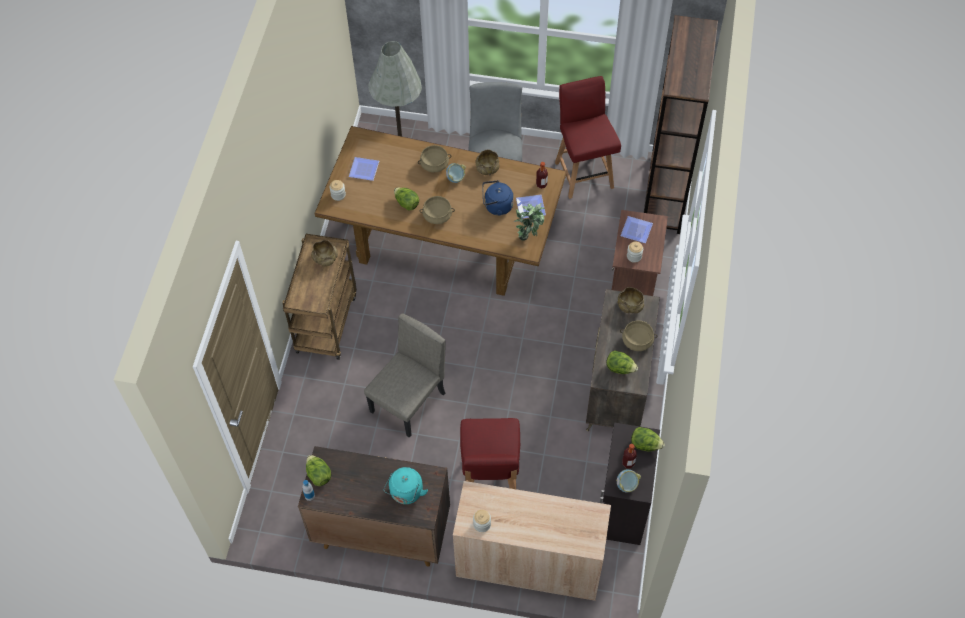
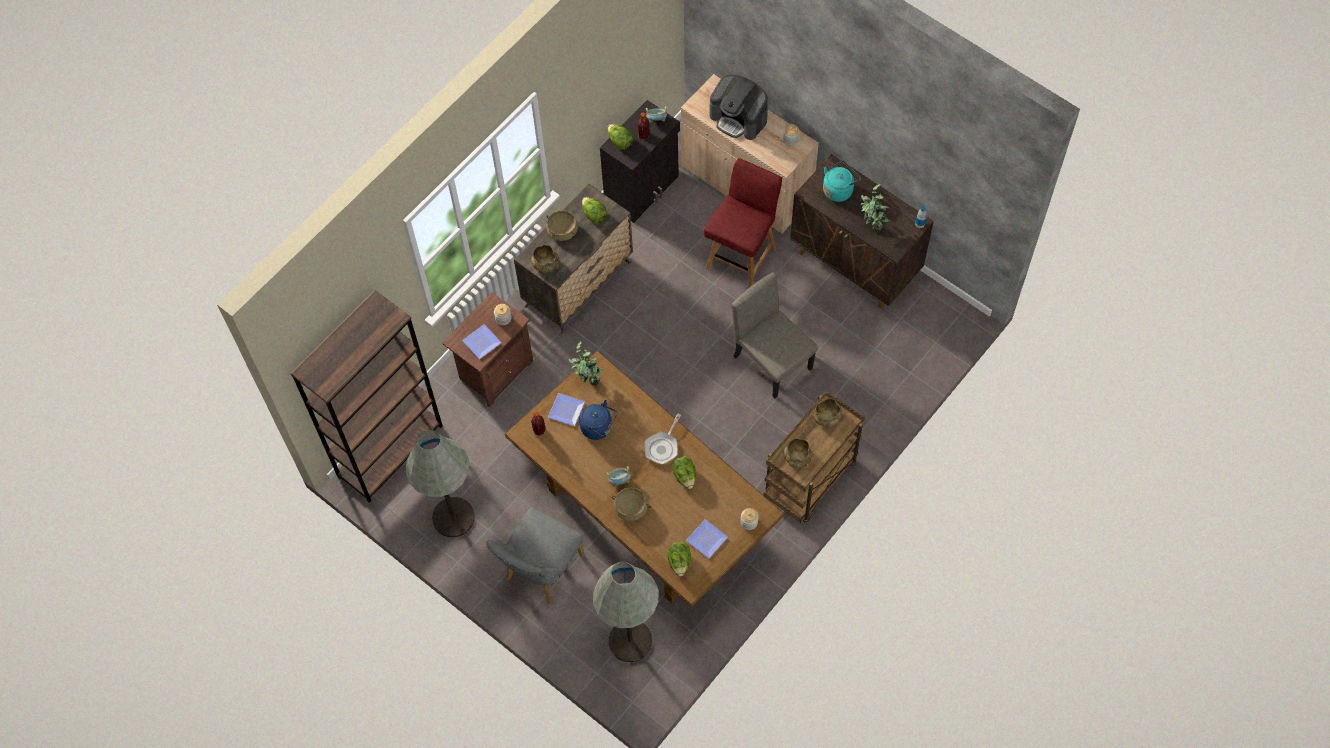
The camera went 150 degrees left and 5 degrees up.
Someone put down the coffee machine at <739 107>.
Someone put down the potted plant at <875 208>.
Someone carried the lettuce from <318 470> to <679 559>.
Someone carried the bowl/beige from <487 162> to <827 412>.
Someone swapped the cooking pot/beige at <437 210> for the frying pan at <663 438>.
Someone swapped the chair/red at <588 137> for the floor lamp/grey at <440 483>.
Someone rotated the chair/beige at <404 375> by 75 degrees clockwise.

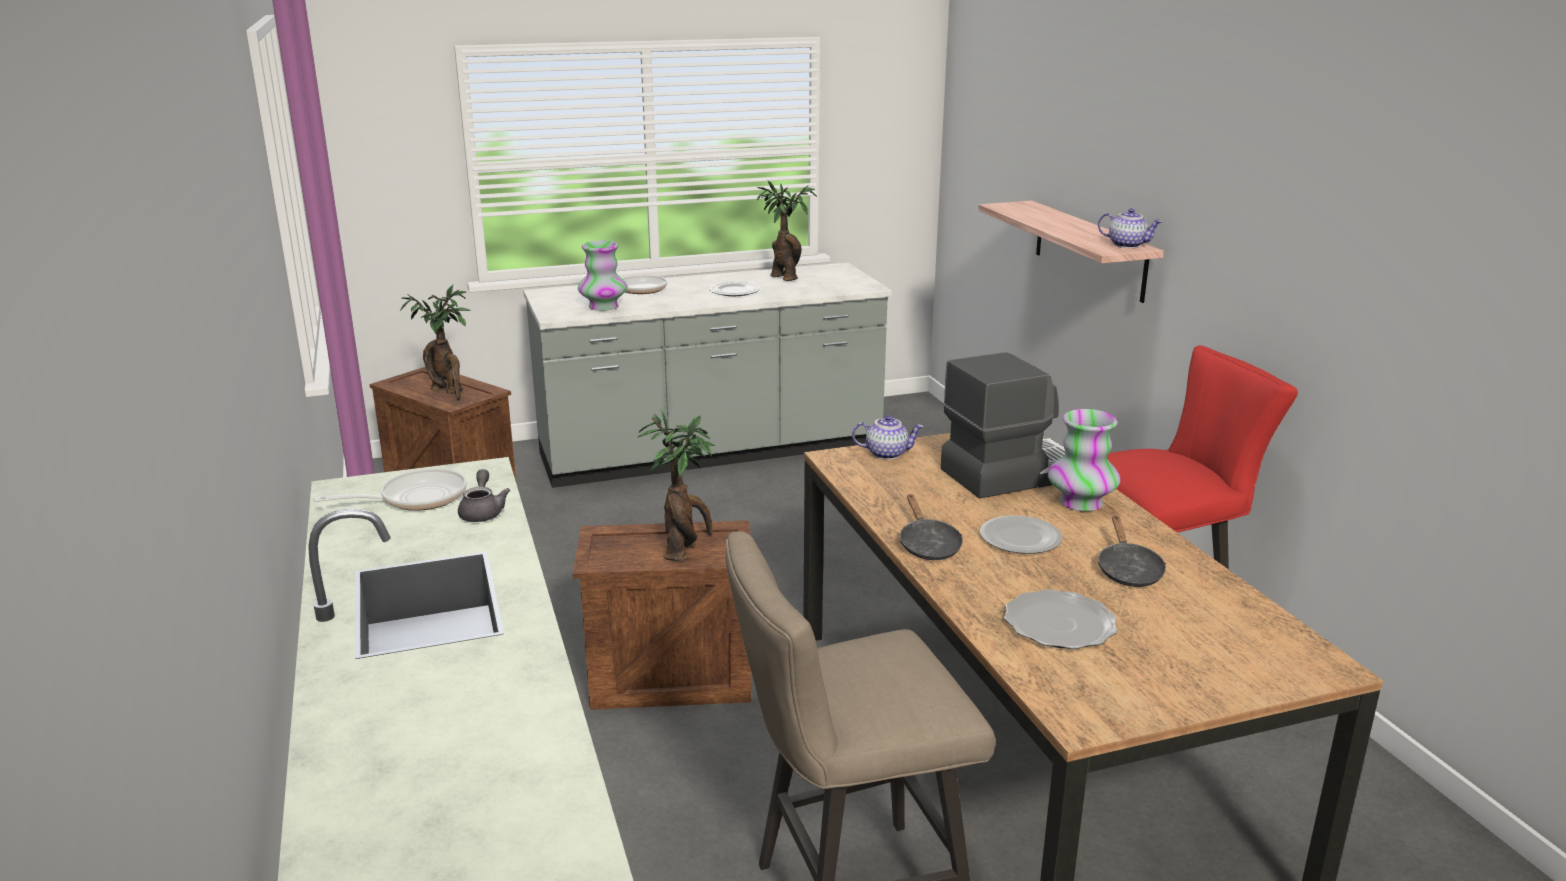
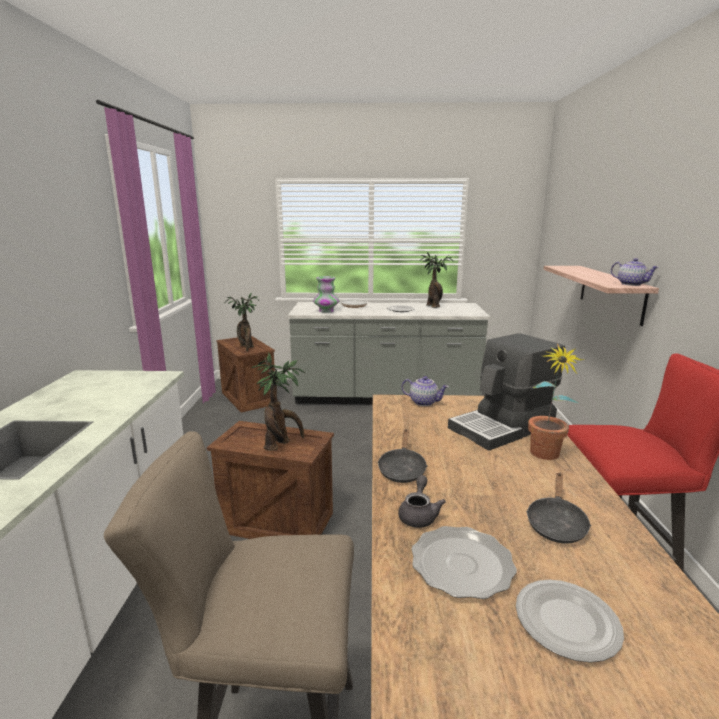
The camera went 20 degrees right and 5 degrees down.
Someone took away the frying pan at <390 489>.
Someone carried the teapot/grey from <484 495> to <422 501>.
Someone carried the plate from <1021 534> to <570 621>.
Someone swapped the vase at <1084 460> for the potted plant at <557 402>.
Someone rotated the coffee machine at <1003 425> by 150 degrees clockwise.

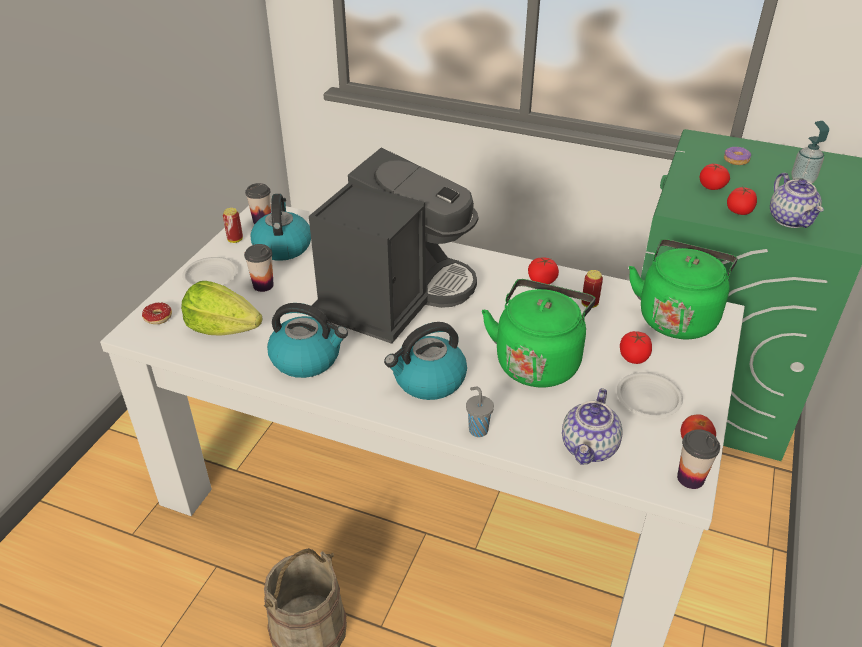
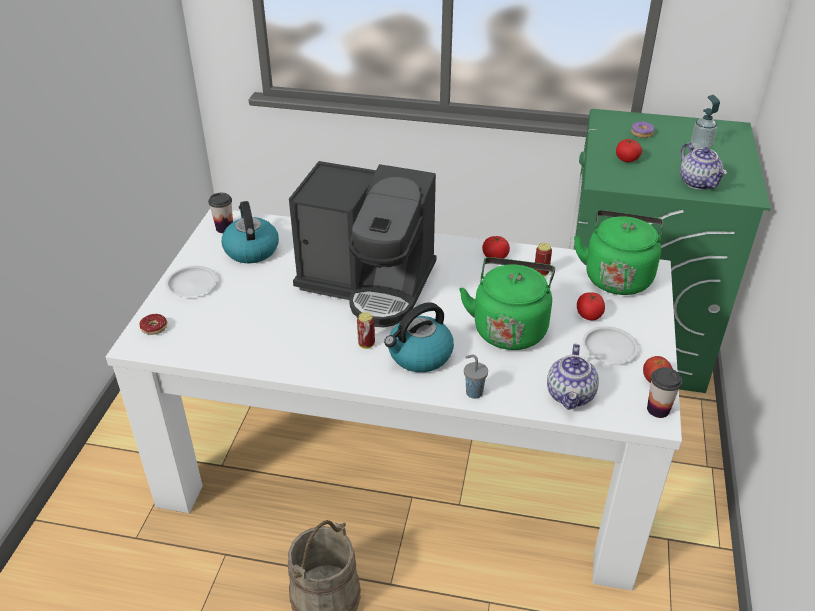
The camera went 10 degrees left and 0 degrees up.
Someone took away the lettuce at <222 308>.
Someone took away the cup at <259 268>.
Someone took away the kettle at <307 340>.
Someone took away the tomato at <742 201>.
Someone carried the can from <233 225> to <366 330>.
Someone rotated the coffee machine at <394 245> by 90 degrees clockwise.

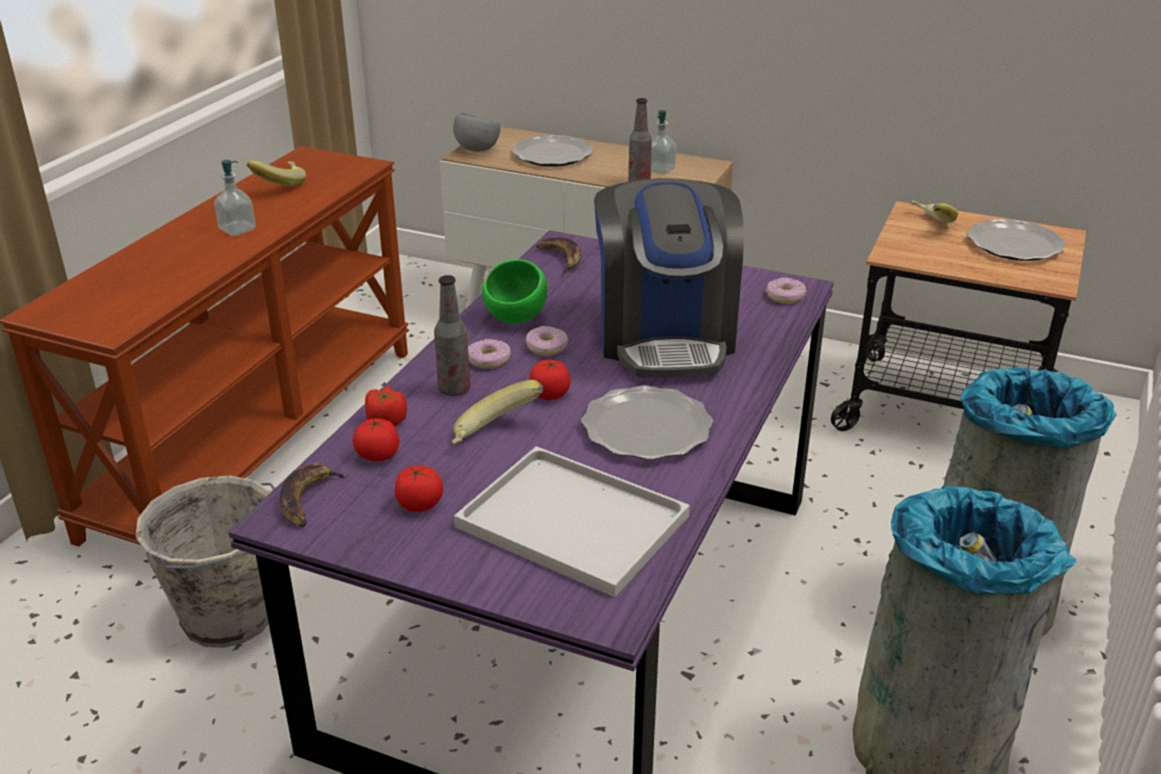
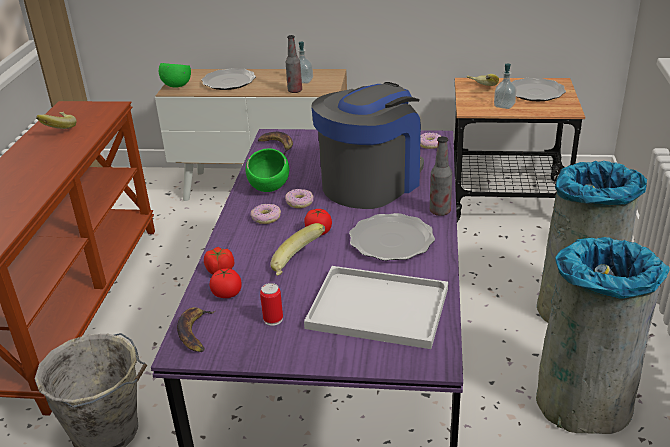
The camera went 15 degrees left and 0 degrees up.
Someone carried the soap dispenser from <235 198> to <505 86>.
Someone carried the bottle from <452 335> to <441 176>.
Someone swapped the tomato at <419 489> for the can at <271 304>.
Someone repainted the bowl/grey at <476 132>, which became the bowl/green at <175 75>.
Someone rotated the coffee machine at <669 278> by 120 degrees counterclockwise.

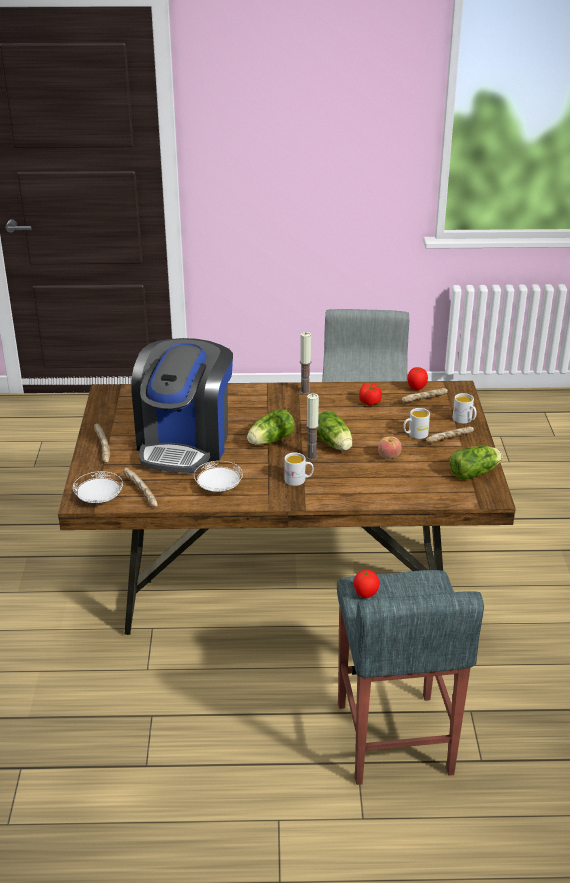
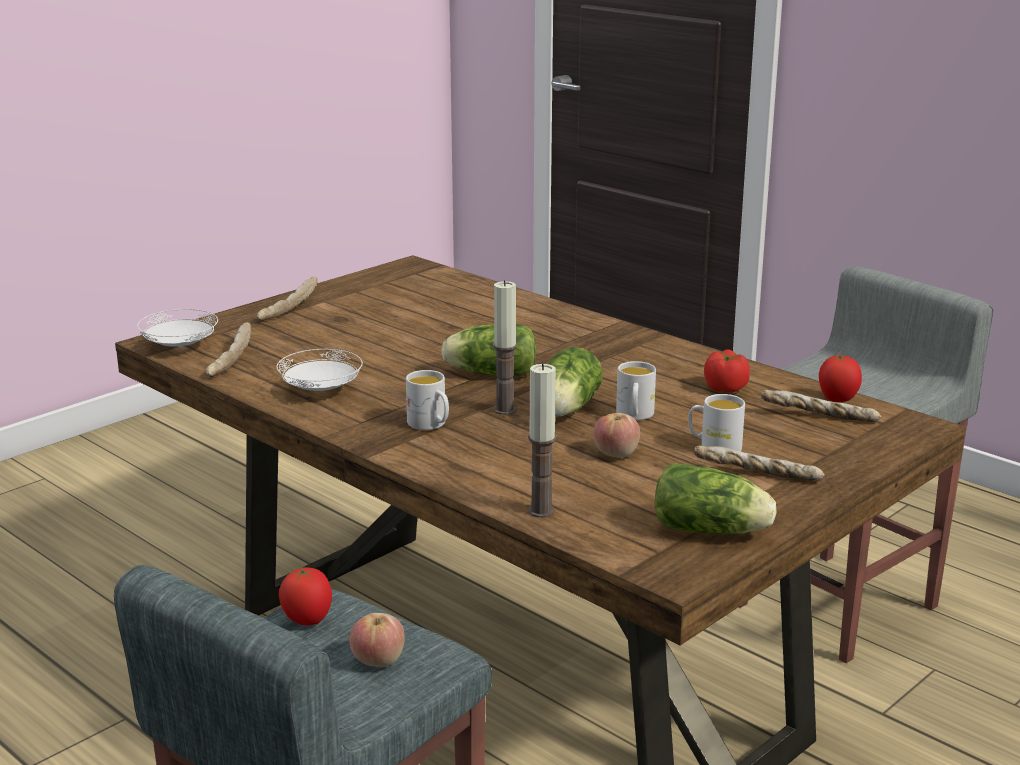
The camera went 45 degrees right and 10 degrees down.
Someone took away the coffee machine at <182 405>.
Someone put down the apple at <377 640>.
Someone carried the candle from <305 363> to <542 440>.
Someone carried the mug/white from <465 408> to <636 390>.

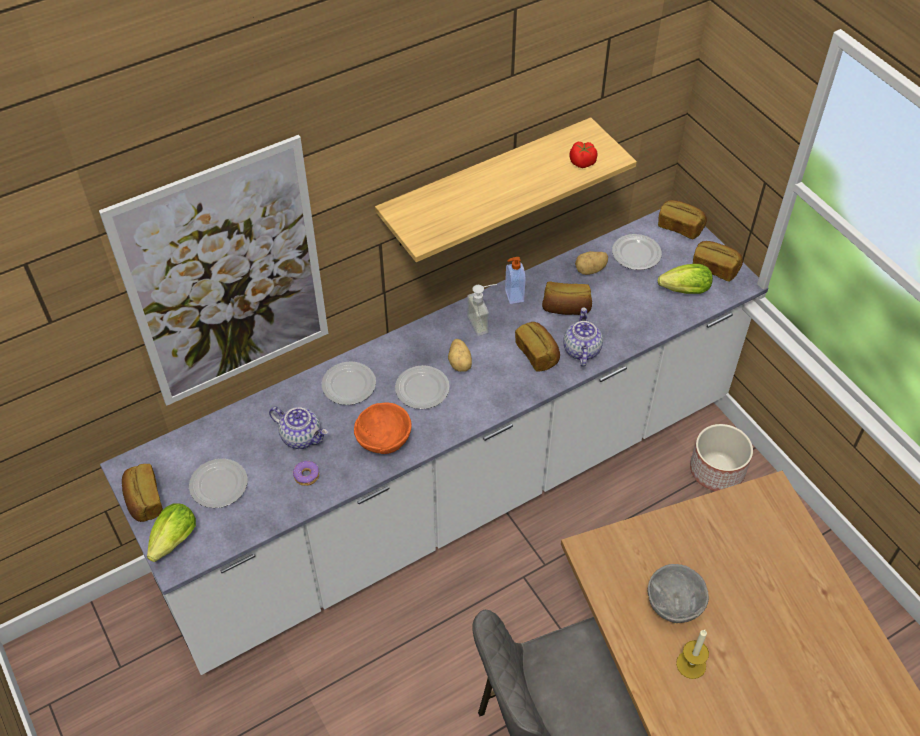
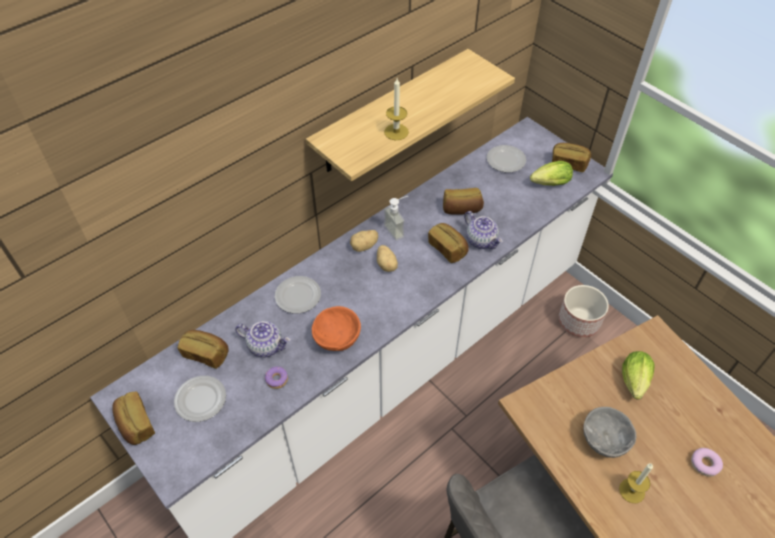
The camera went 10 degrees left and 0 degrees up.
Someone took away the picture at <214 270>.
Someone took away the plate at <422 387>.
Someone took away the soap dispenser at <515 280>.
Someone took away the tomato at <583 155>.
Someone put down the candle at <396 109>.
Someone put down the donut at <707 462>.
Someone carried the lettuce from <171 532> to <638 375>.
Someone carried the potato from <591 263> to <364 241>.
Someone carried the bread from <682 219> to <203 349>.
Someone rotated the teapot at <583 337> by 150 degrees clockwise.

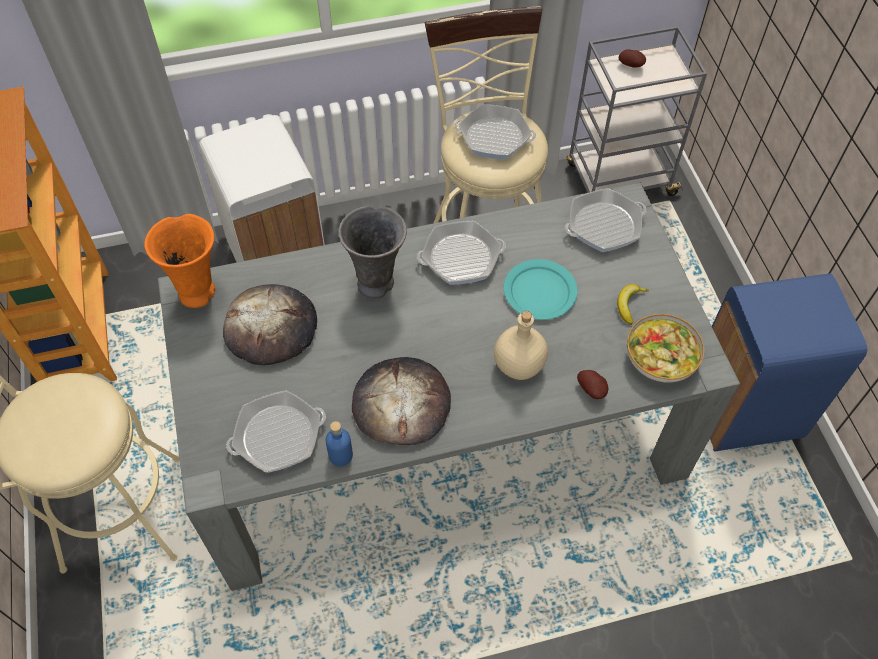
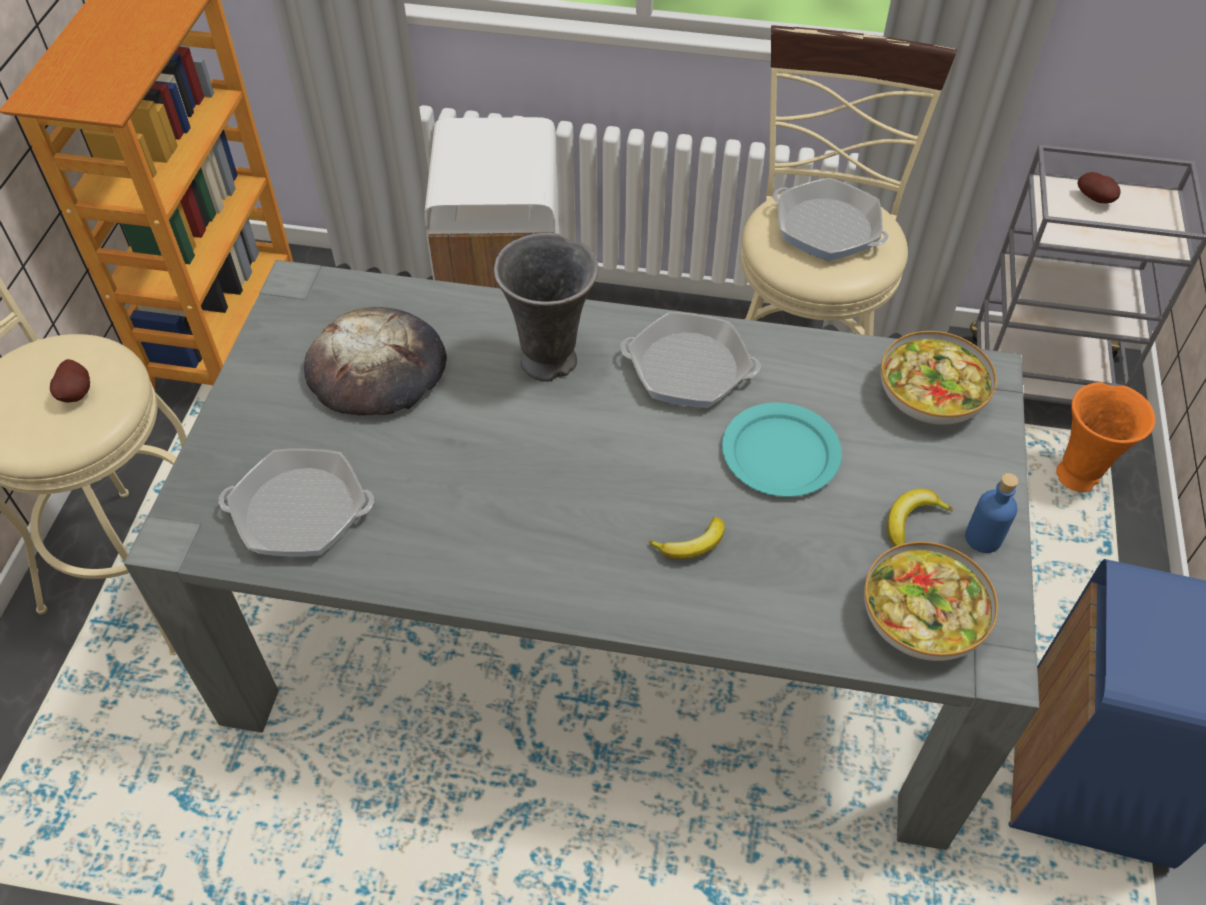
The camera went 25 degrees right and 5 degrees down.
Someone took away the bread at <401 401>.
Someone carried the vase/orange from <179 261> to <1105 437>.
Someone carried the bottle/blue from <339 444> to <992 513>.
Someone carried the potato from <592 384> to <70 381>.
Someone swapped the bottle/beige at <521 345> for the banana at <686 538>.
Someone swapped the frying pan at <606 220> for the bowl at <939 378>.

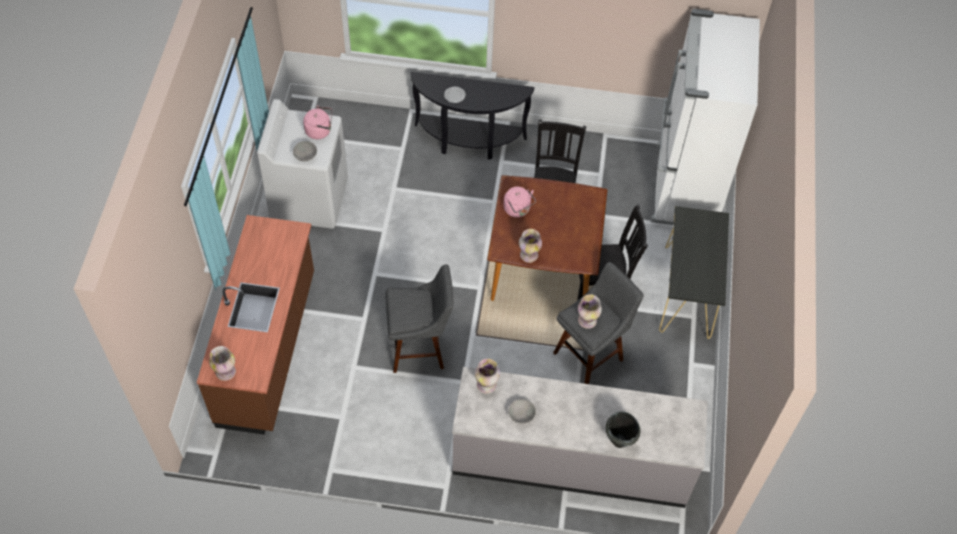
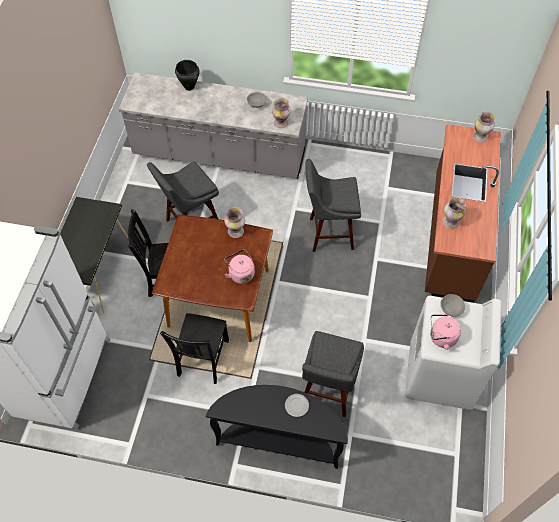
The camera went 175 degrees left and 0 degrees up.
Someone put down the stool/grey at <333 374>.
Someone carried the vase from <590 311> to <454 213>.

